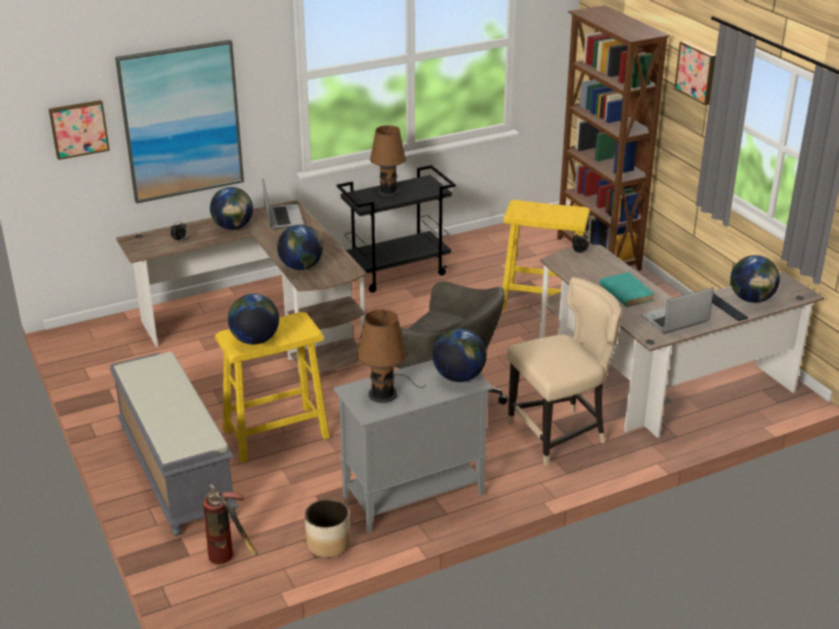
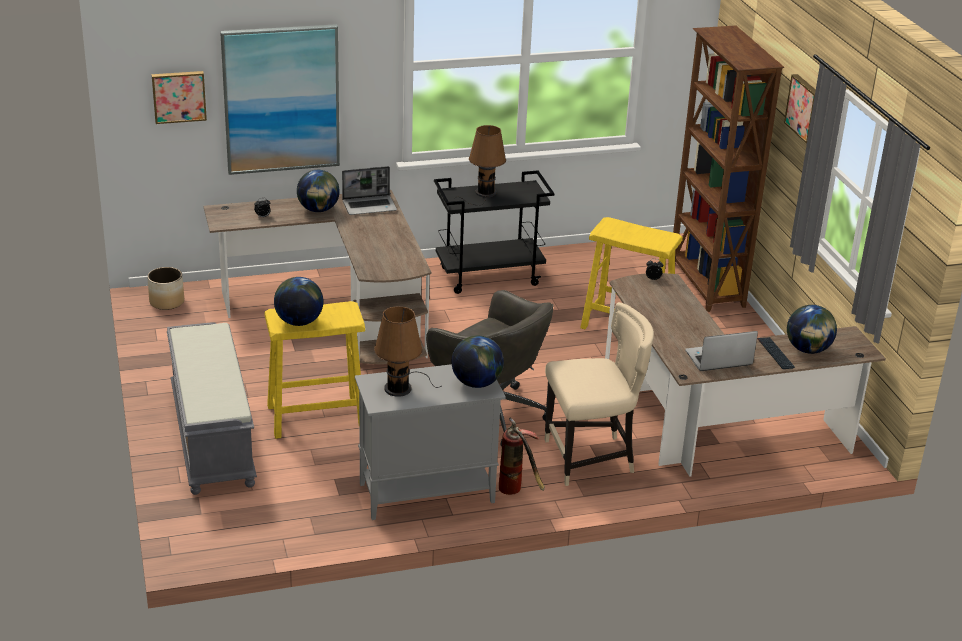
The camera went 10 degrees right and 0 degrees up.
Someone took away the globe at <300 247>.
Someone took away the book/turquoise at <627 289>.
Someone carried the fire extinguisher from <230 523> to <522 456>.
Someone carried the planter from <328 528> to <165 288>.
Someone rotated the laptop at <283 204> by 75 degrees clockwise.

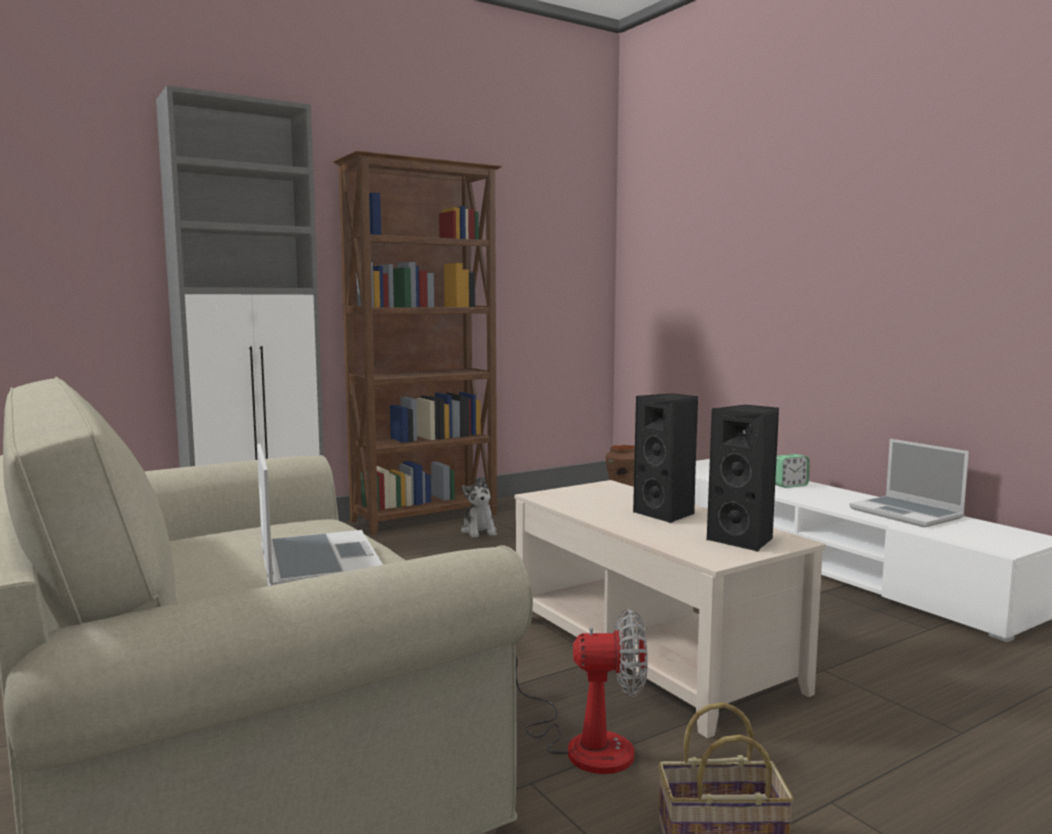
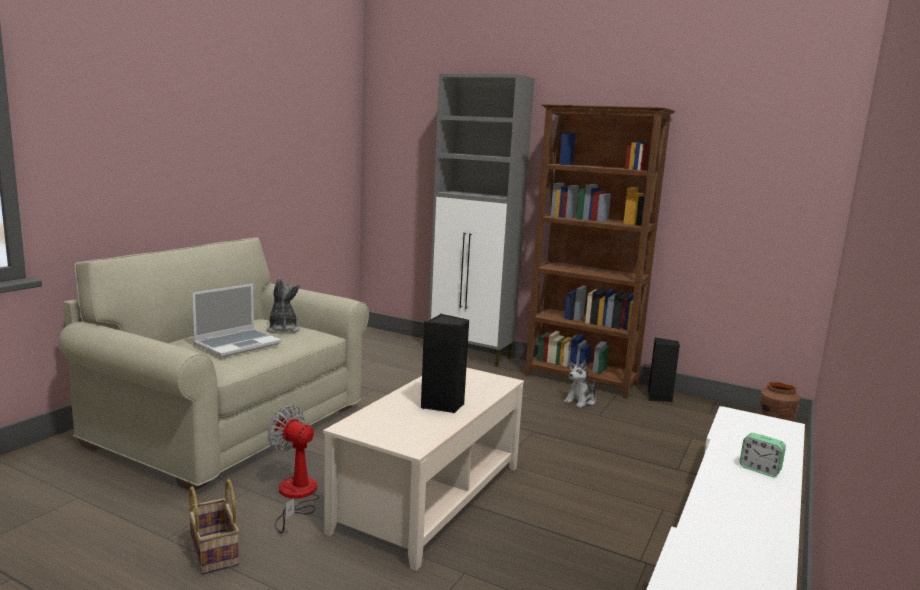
The camera went 60 degrees right and 5 degrees up.
Someone took away the laptop at <909 483>.
Someone put down the plush toy at <283 306>.
Someone carried the speaker/black from <742 478> to <664 370>.
Someone rotated the fan at <582 691> by 150 degrees clockwise.

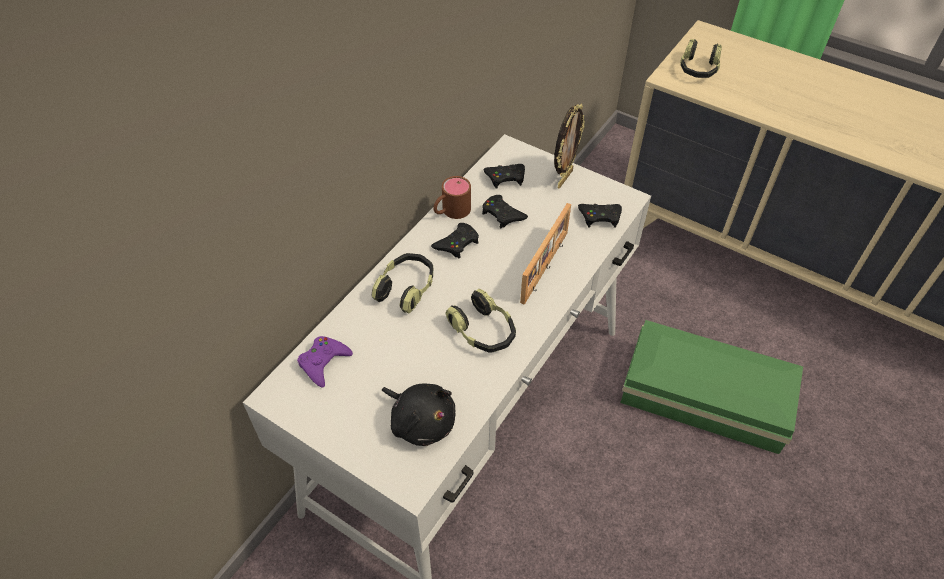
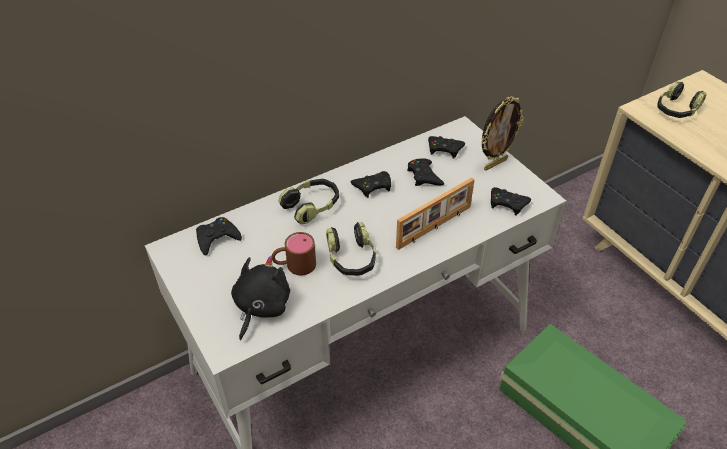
The camera went 25 degrees right and 5 degrees down.
Someone carried the mug/brown from <452 197> to <294 254>.
Someone repainted the game controller/purple at <325 362>, which became the game controller/black at <219 236>.
Someone rotated the plush toy/black at <418 415> by 135 degrees counterclockwise.

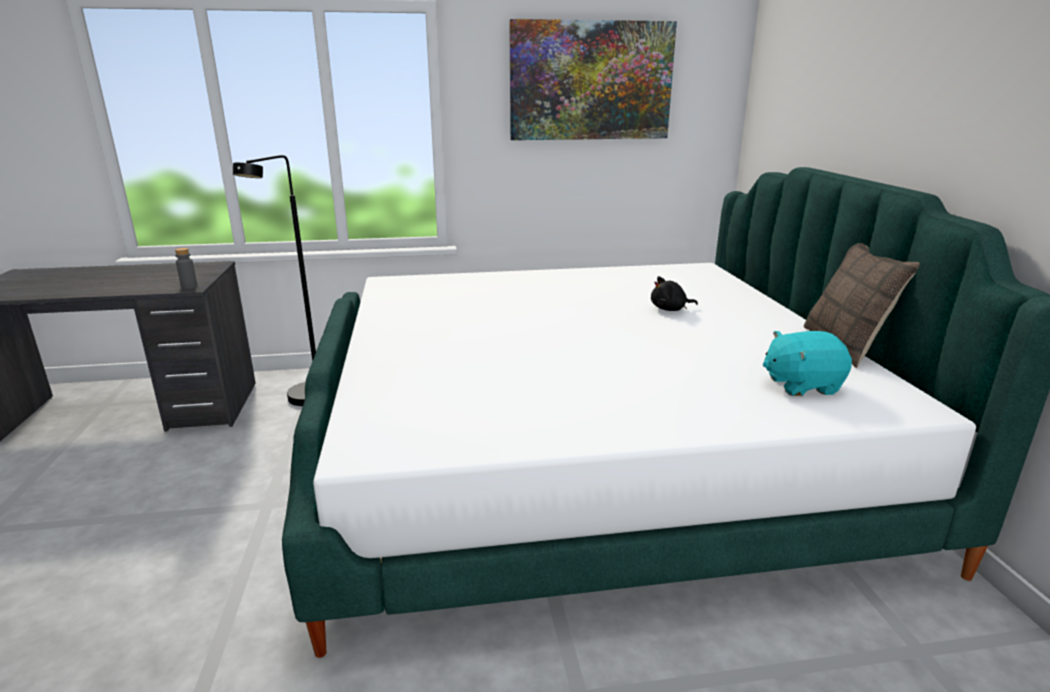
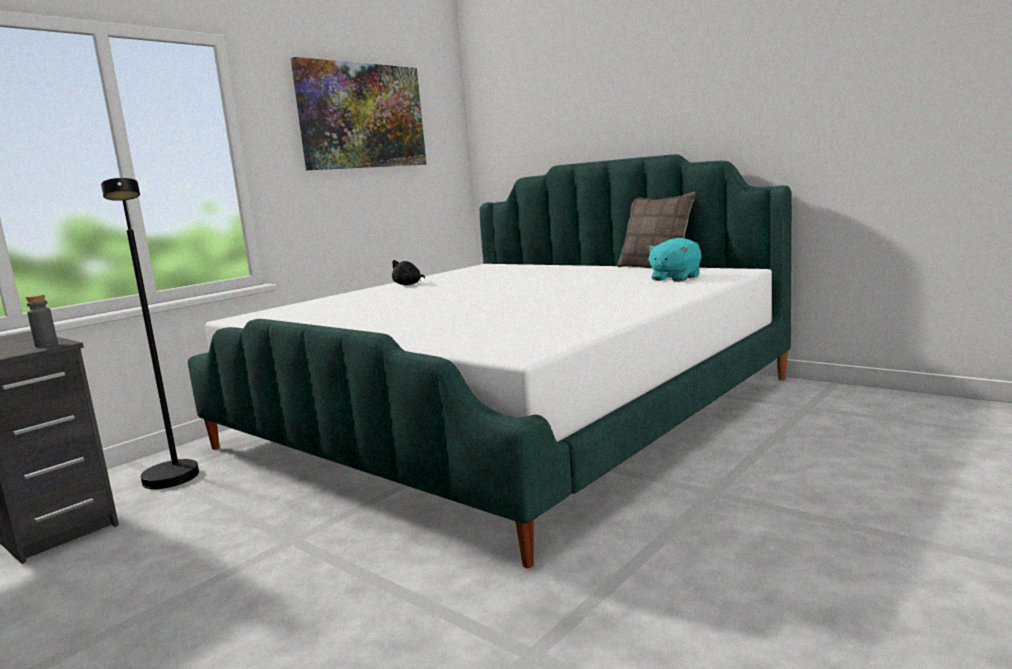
The camera went 40 degrees left and 10 degrees down.
Someone carried the plush toy/black from <674 293> to <408 272>.

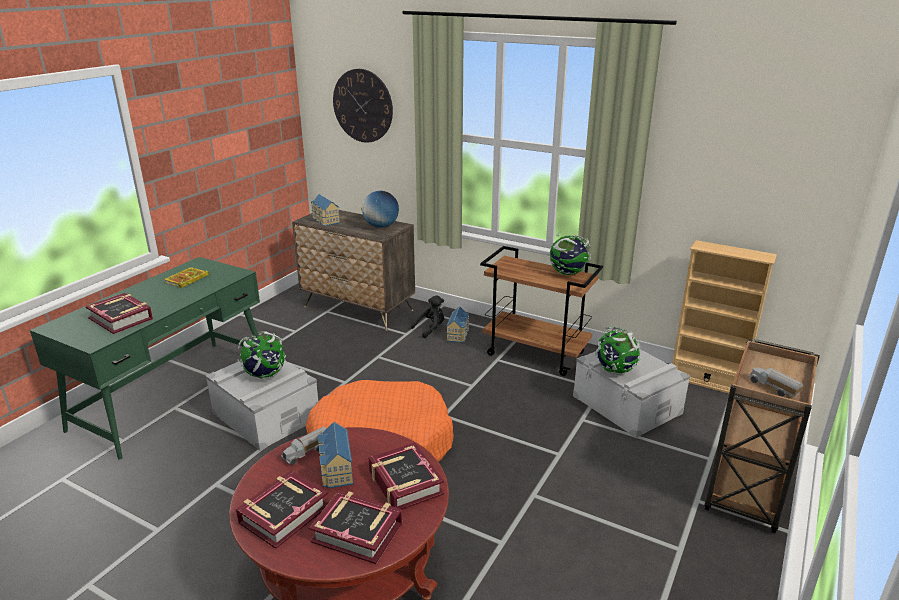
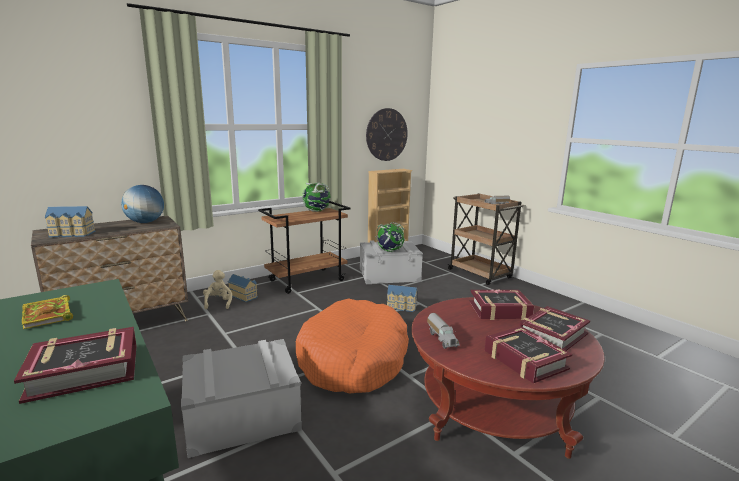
The camera went 65 degrees left and 10 degrees down.
Someone took away the globe at <262 355>.
Someone carried the toy house from <335 455> to <402 298>.
Someone carried the wall clock from <363 106> to <387 134>.
Someone repainted the plush toy/black at <427 316>, which became the plush toy/beige at <217 289>.

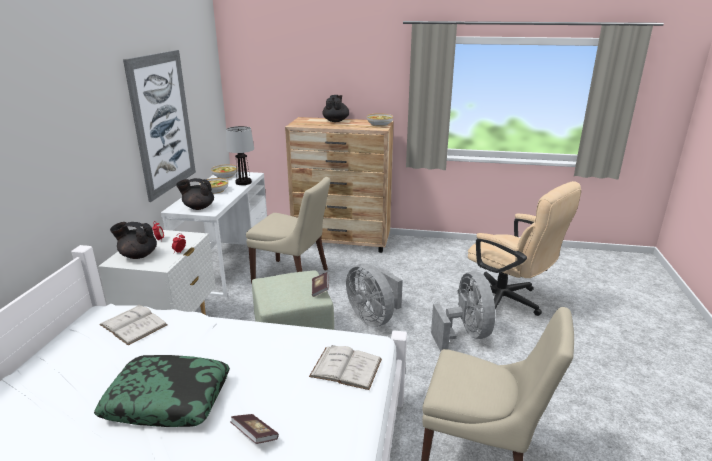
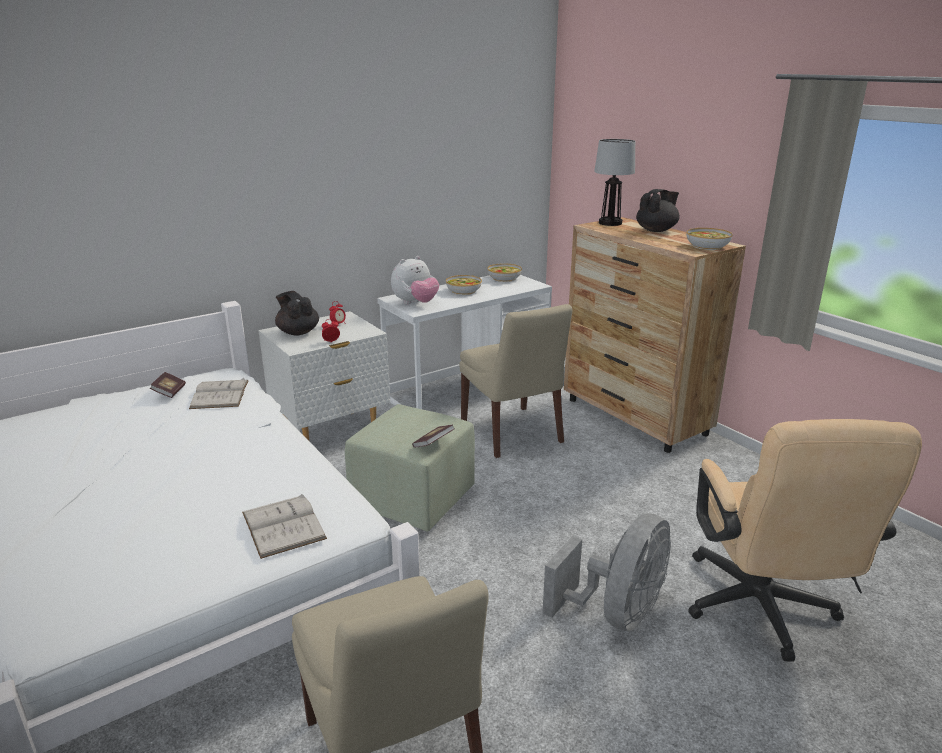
The camera went 45 degrees right and 0 degrees up.
Someone took away the pillow at <162 391>.
Someone took away the picture at <159 126>.
Someone took away the fan/grey at <374 295>.
Someone carried the table lamp from <240 155> to <614 182>.
Someone carried the book from <254 429> to <168 385>.
Someone swapped the teapot/black at <195 194> for the plush toy at <415 280>.

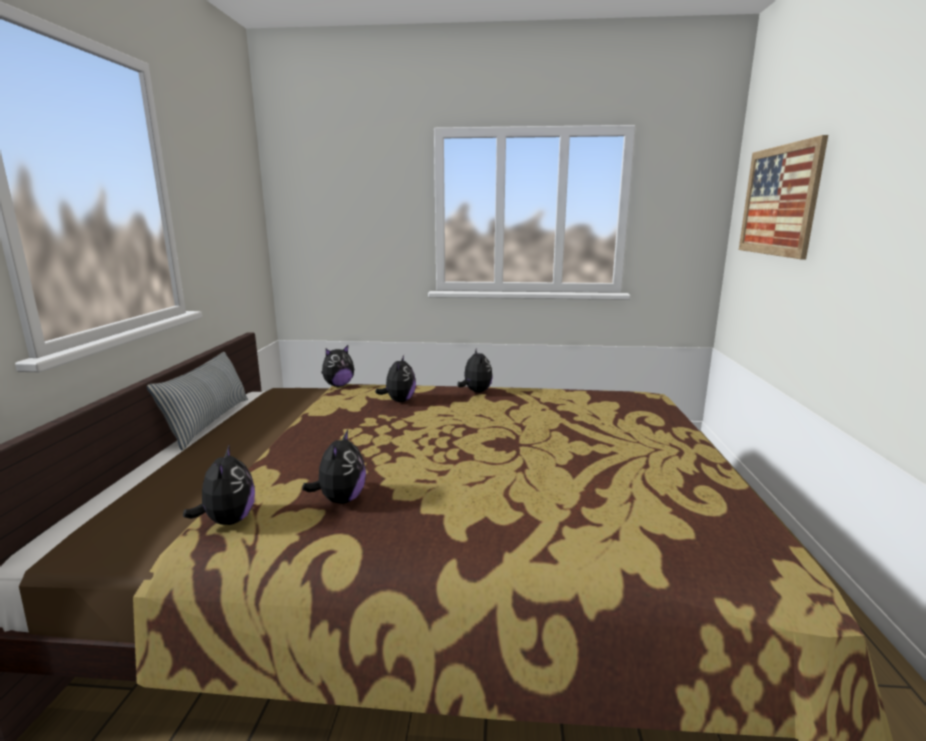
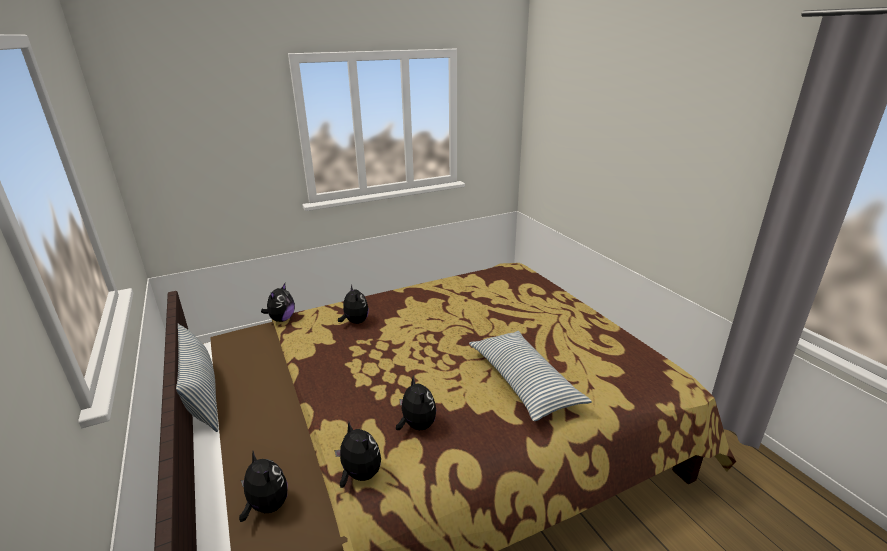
The camera went 30 degrees left and 10 degrees up.
Someone took away the picture at <783 197>.
Someone put down the pillow at <530 376>.
Someone carried the plush toy from <475 370> to <263 486>.

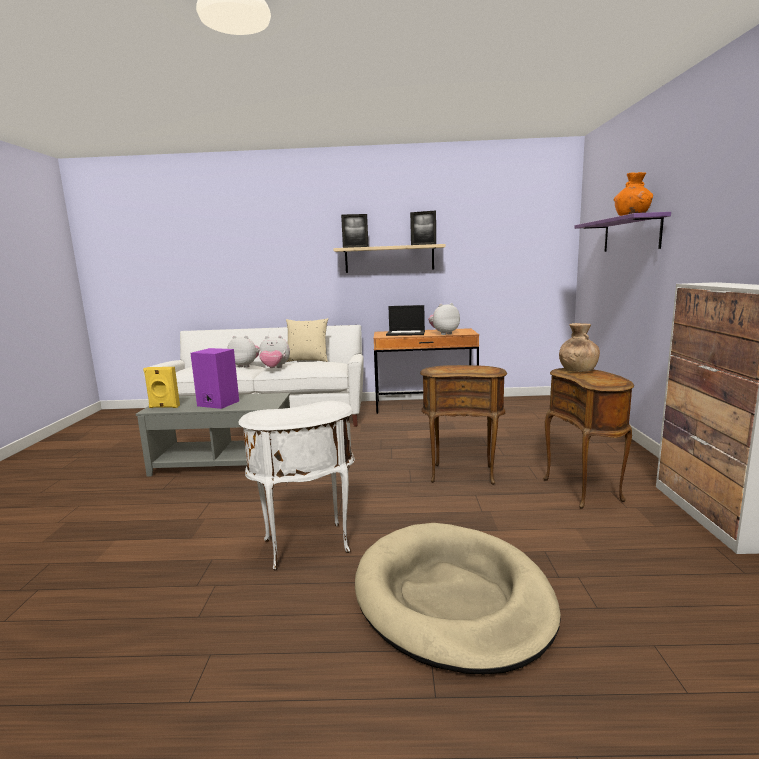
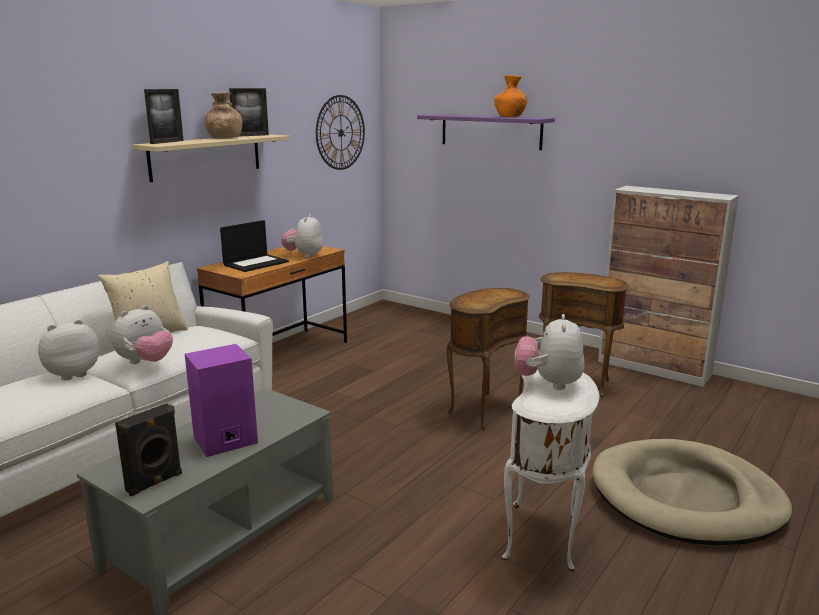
The camera went 55 degrees left and 5 degrees up.
Someone put up the wall clock at <340 132>.
Someone put down the plush toy at <549 352>.
Someone carried the vase/brown from <579 347> to <224 115>.
Someone repainted the speaker/yellow at <161 387>, which became the speaker/black at <148 450>.

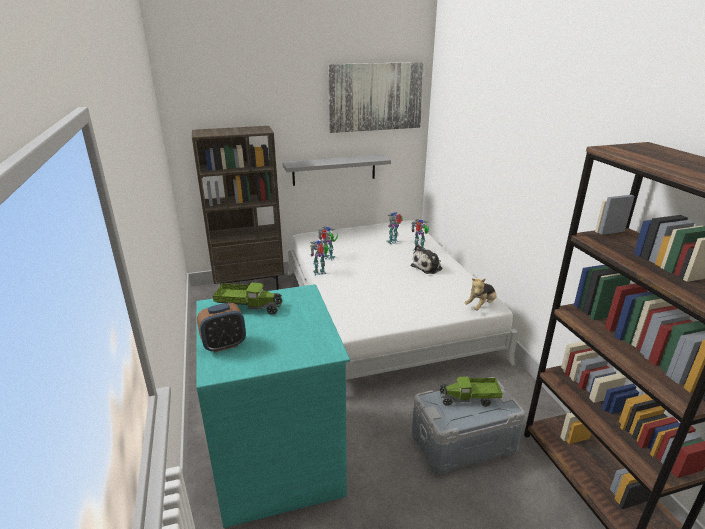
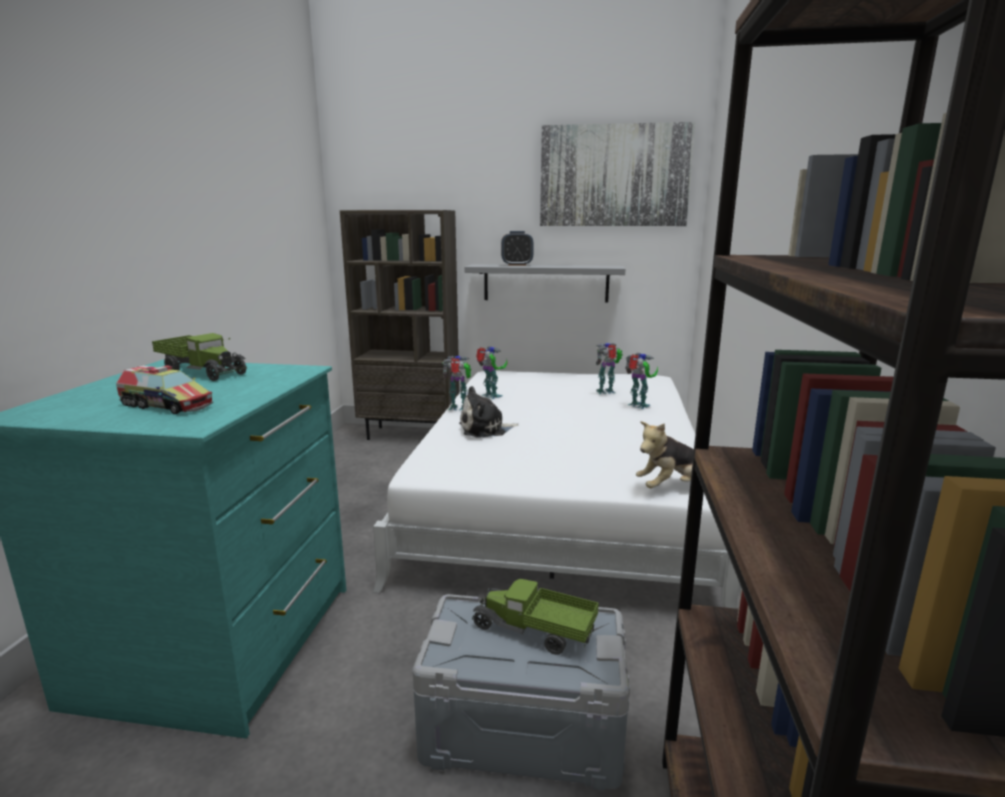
The camera went 25 degrees right and 10 degrees down.
Someone put down the toy truck at <164 389>.
Someone carried the alarm clock from <221 327> to <517 248>.
Someone carried the plush toy from <426 259> to <489 412>.

